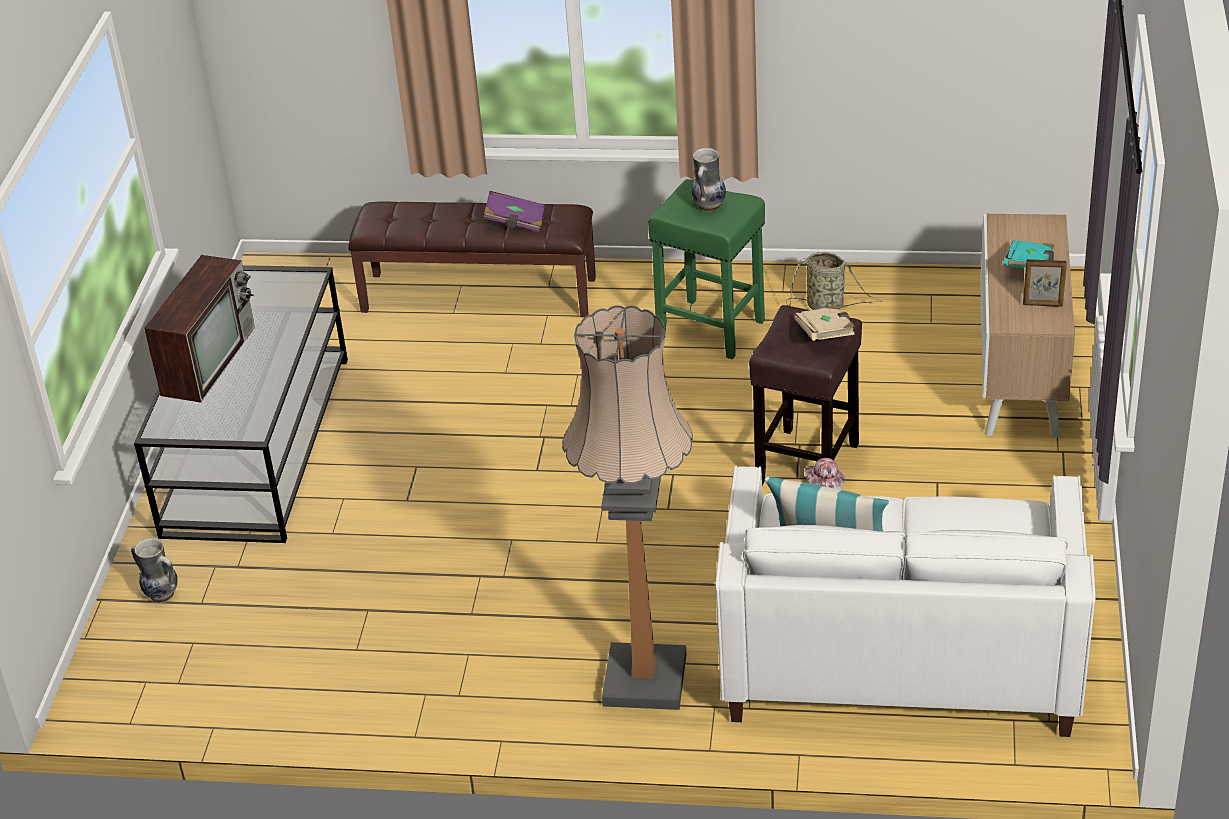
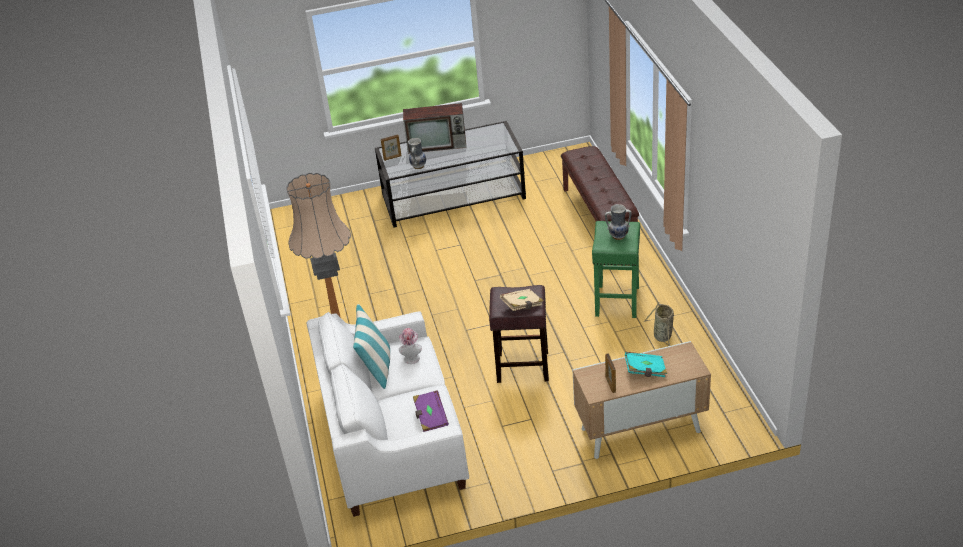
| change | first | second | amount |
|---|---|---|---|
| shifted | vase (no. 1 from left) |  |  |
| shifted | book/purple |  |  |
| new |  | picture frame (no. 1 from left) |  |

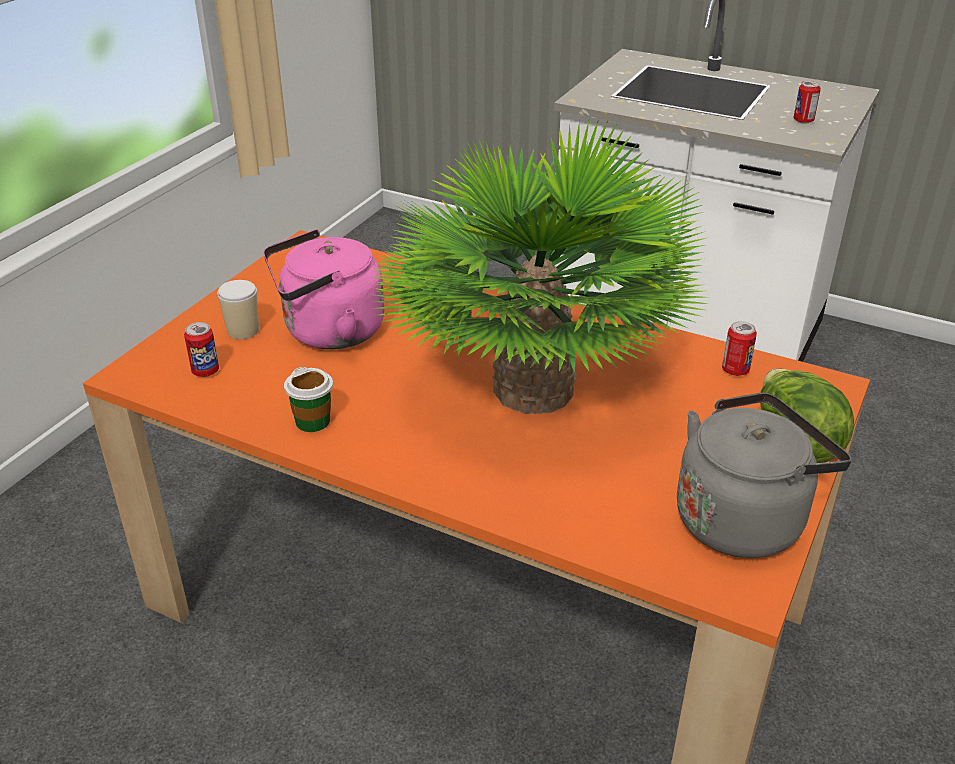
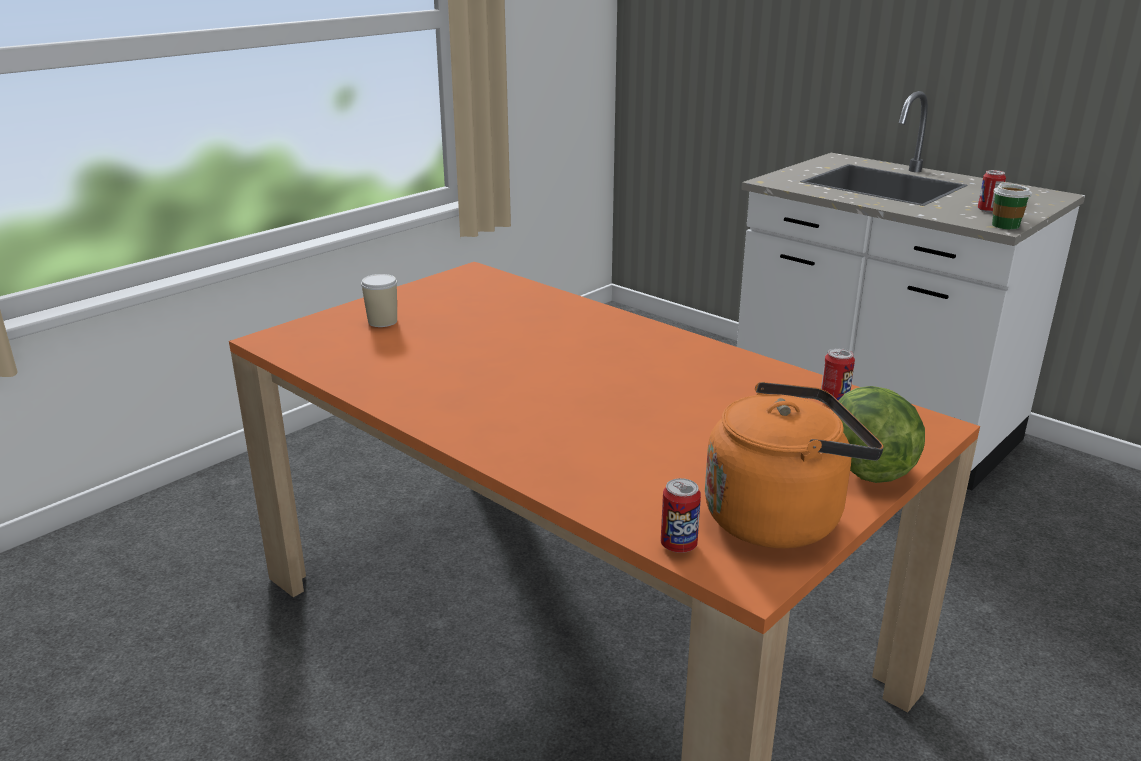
| change | first | second | amount |
|---|---|---|---|
| shifted | can (no. 1 from left) |  |  |
| gone | kettle/pink |  |  |
| shifted | cup (no. 2 from left) |  |  |
| gone | potted plant |  |  |
| repainted | kettle/grey | kettle/orange |  |

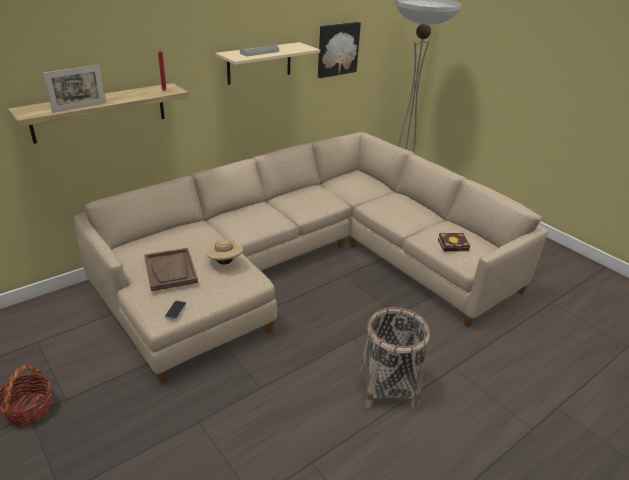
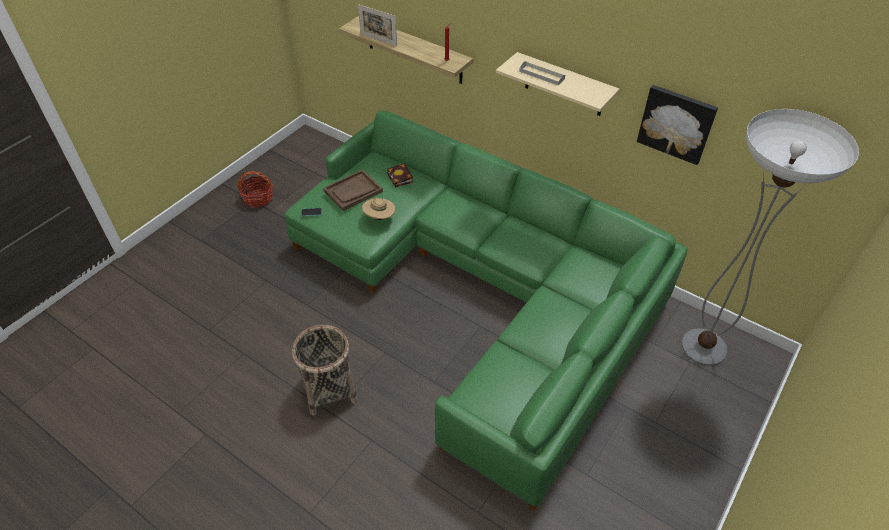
| change | first | second | amount |
|---|---|---|---|
| repainted | sofa/beige | sofa/green |  |
| shifted | book |  |  |

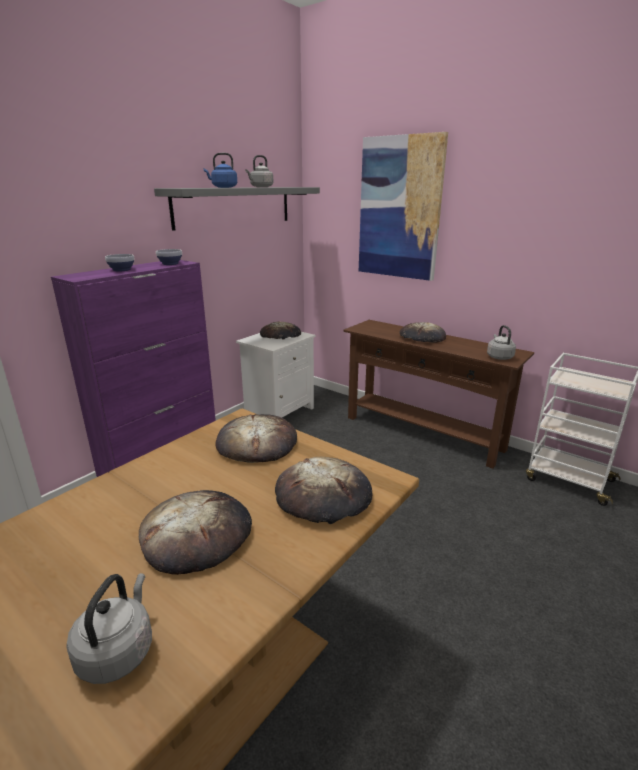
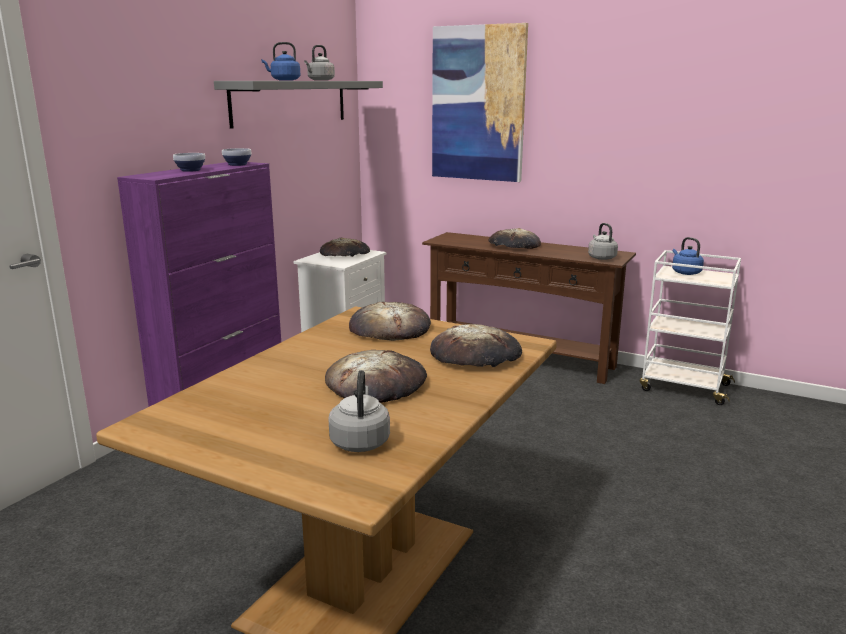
| change | first | second | amount |
|---|---|---|---|
| new |  | kettle/blue (no. 2 from left) |  |

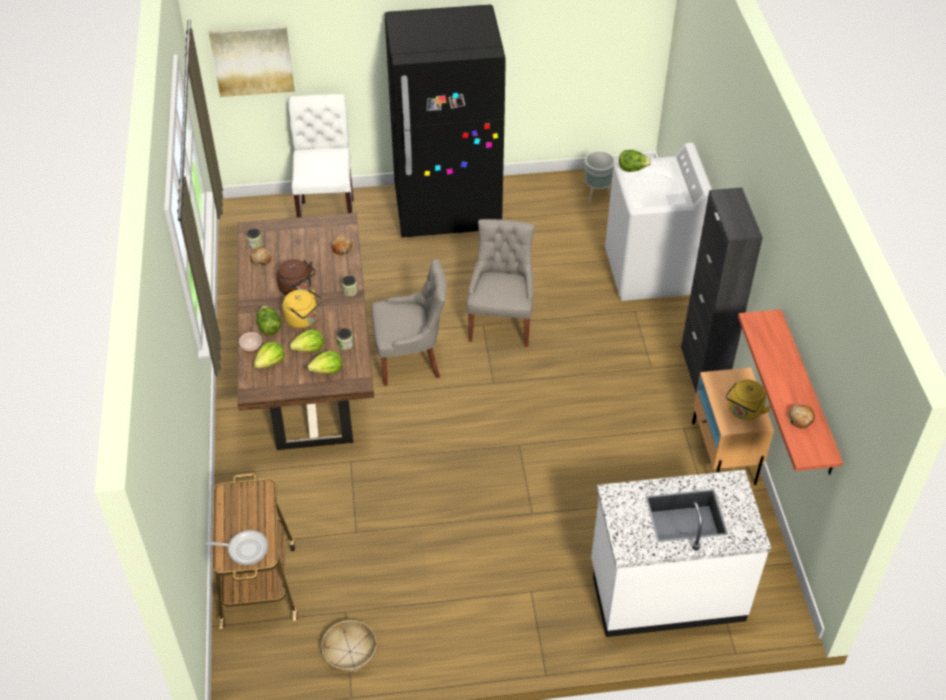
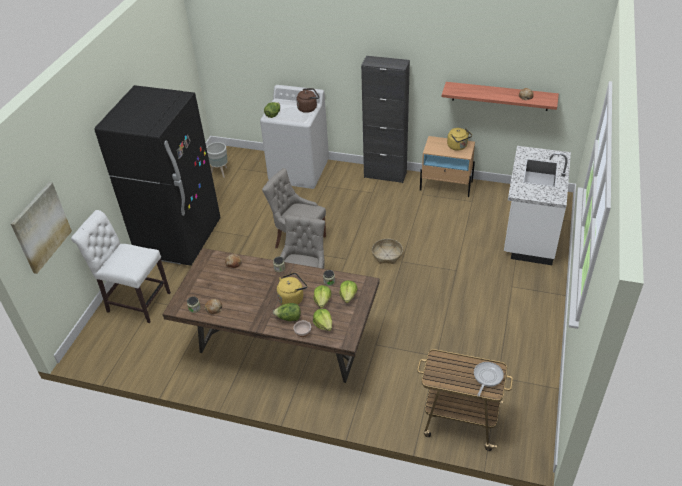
| change | first | second | amount |
|---|---|---|---|
| shifted | kettle/brown |  |  |
| shifted | basket |  |  |

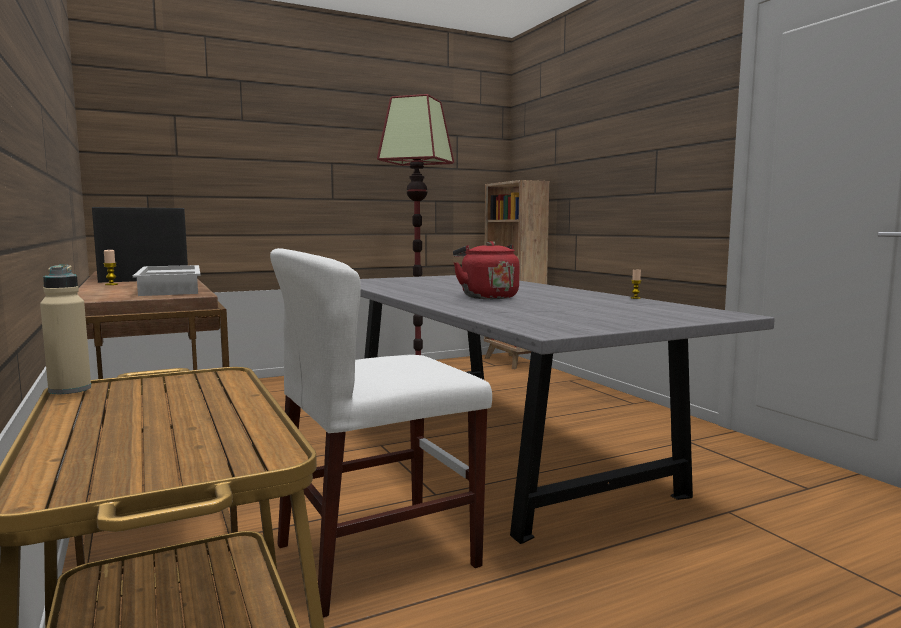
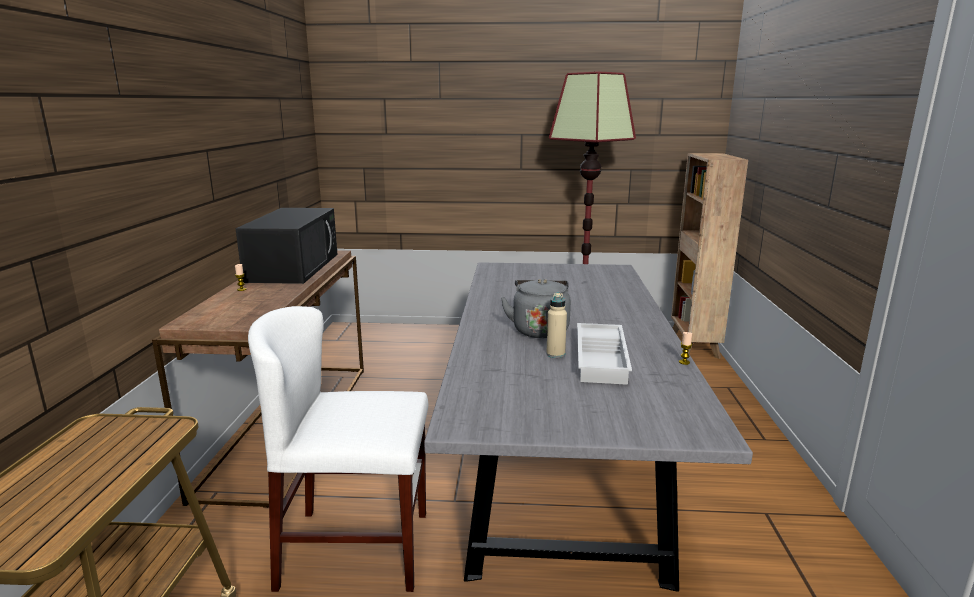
| change | first | second | amount |
|---|---|---|---|
| shifted | bottle/beige |  |  |
| shifted | tray/white |  |  |
| repainted | kettle/red | kettle/grey |  |

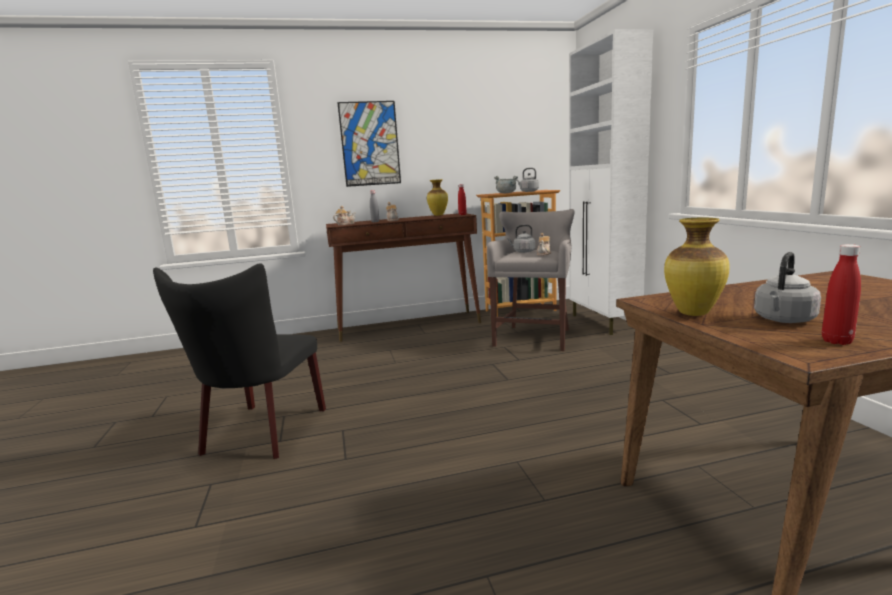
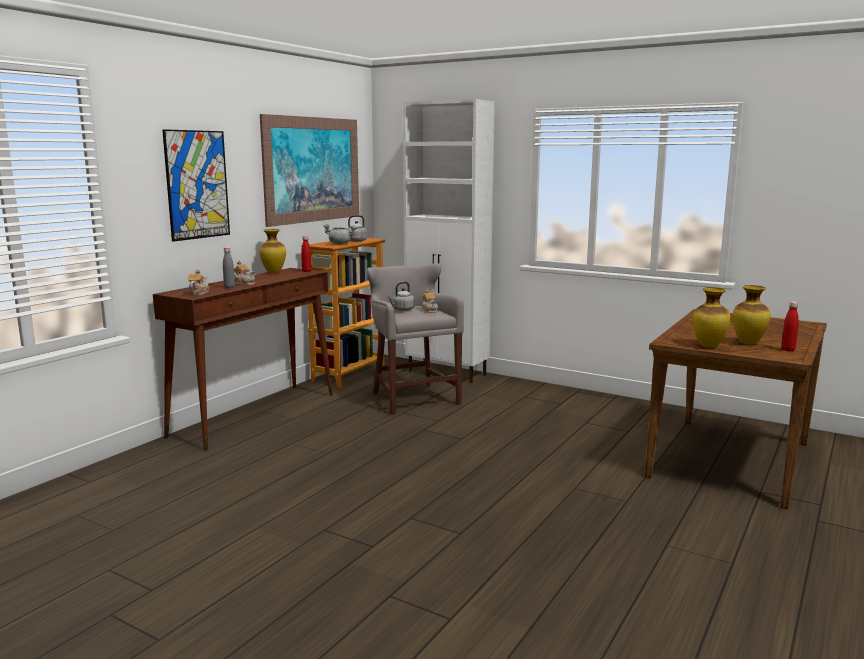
| change | first | second | amount |
|---|---|---|---|
| gone | chair/black |  |  |
| swapped | kettle/grey (no. 3 from left) | vase (no. 3 from left) |  |
| new |  | picture (no. 2 from left) |  |

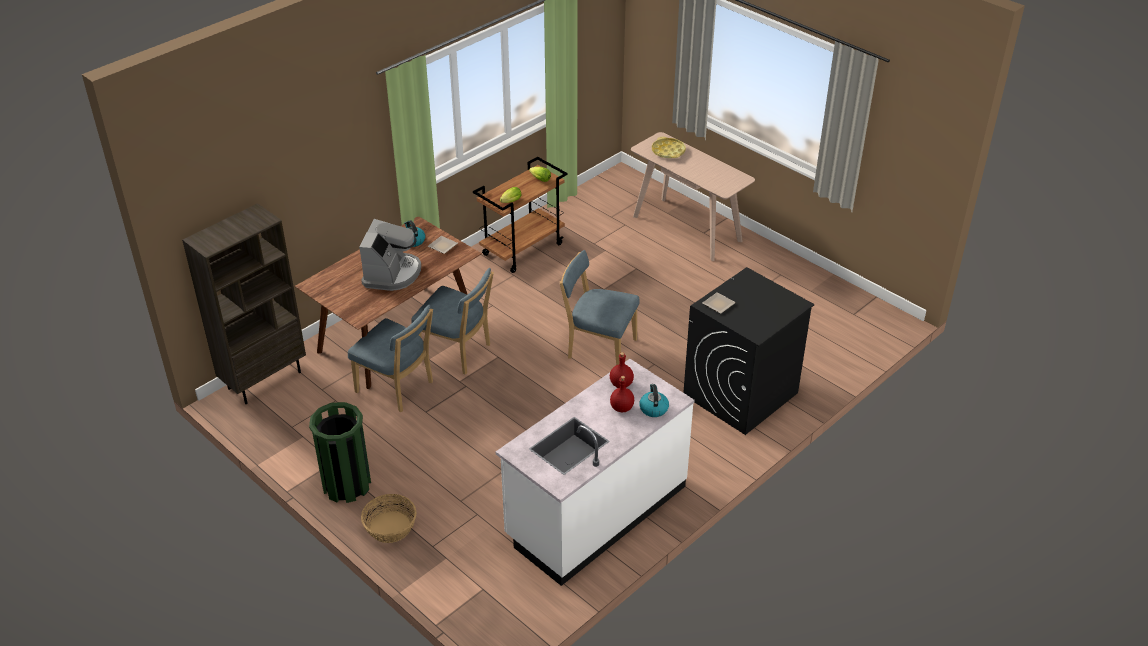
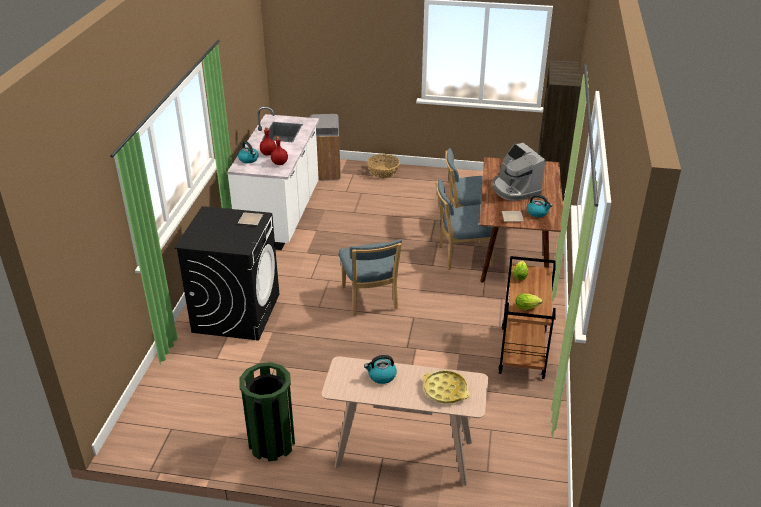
| change | first | second | amount |
|---|---|---|---|
| shifted | trash can/green |  |  |
| rotated | chair/blue (no. 3 from left in the first image) | chair/blue (no. 1 from left) | 90 degrees clockwise |
| new |  | trash can/grey |  |
| new |  | kettle (no. 2 from left) |  |

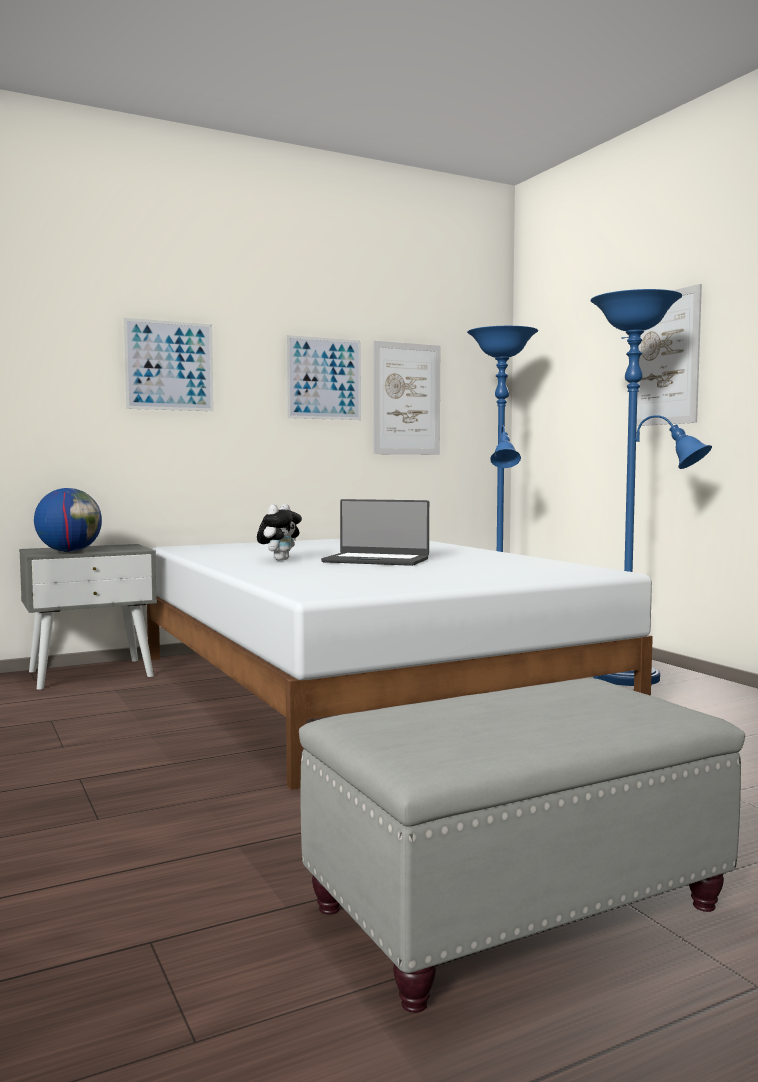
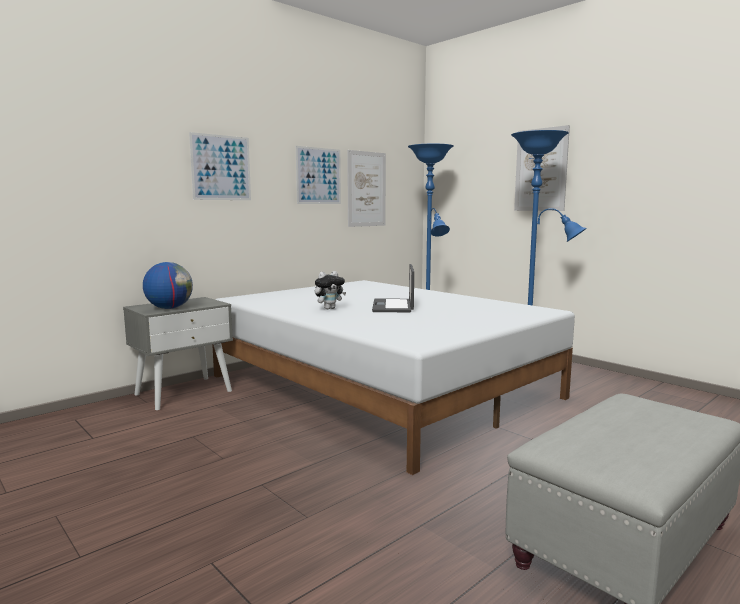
| change | first | second | amount |
|---|---|---|---|
| rotated | plush toy |  | 45 degrees clockwise |
| rotated | laptop |  | 90 degrees clockwise |

